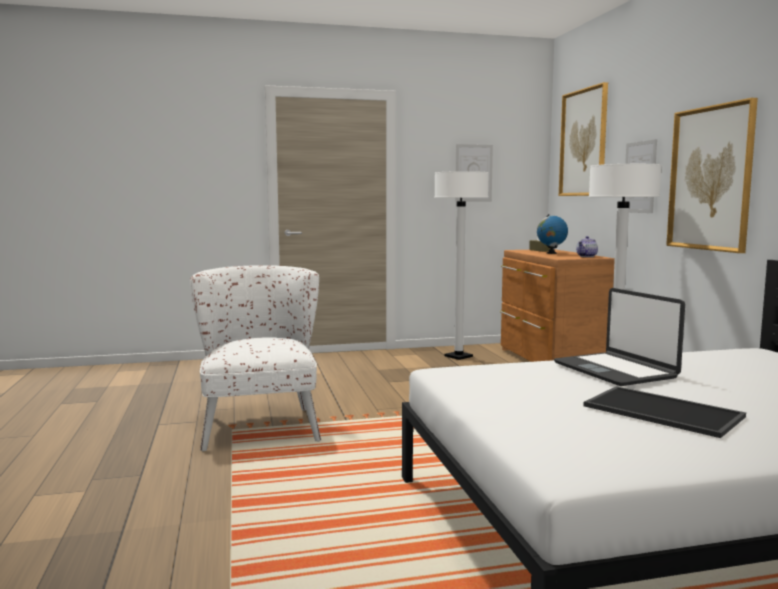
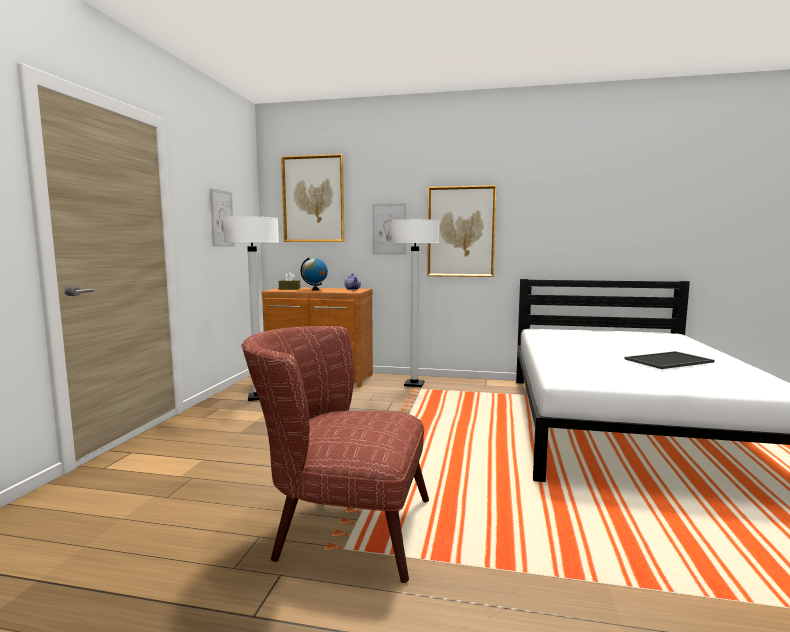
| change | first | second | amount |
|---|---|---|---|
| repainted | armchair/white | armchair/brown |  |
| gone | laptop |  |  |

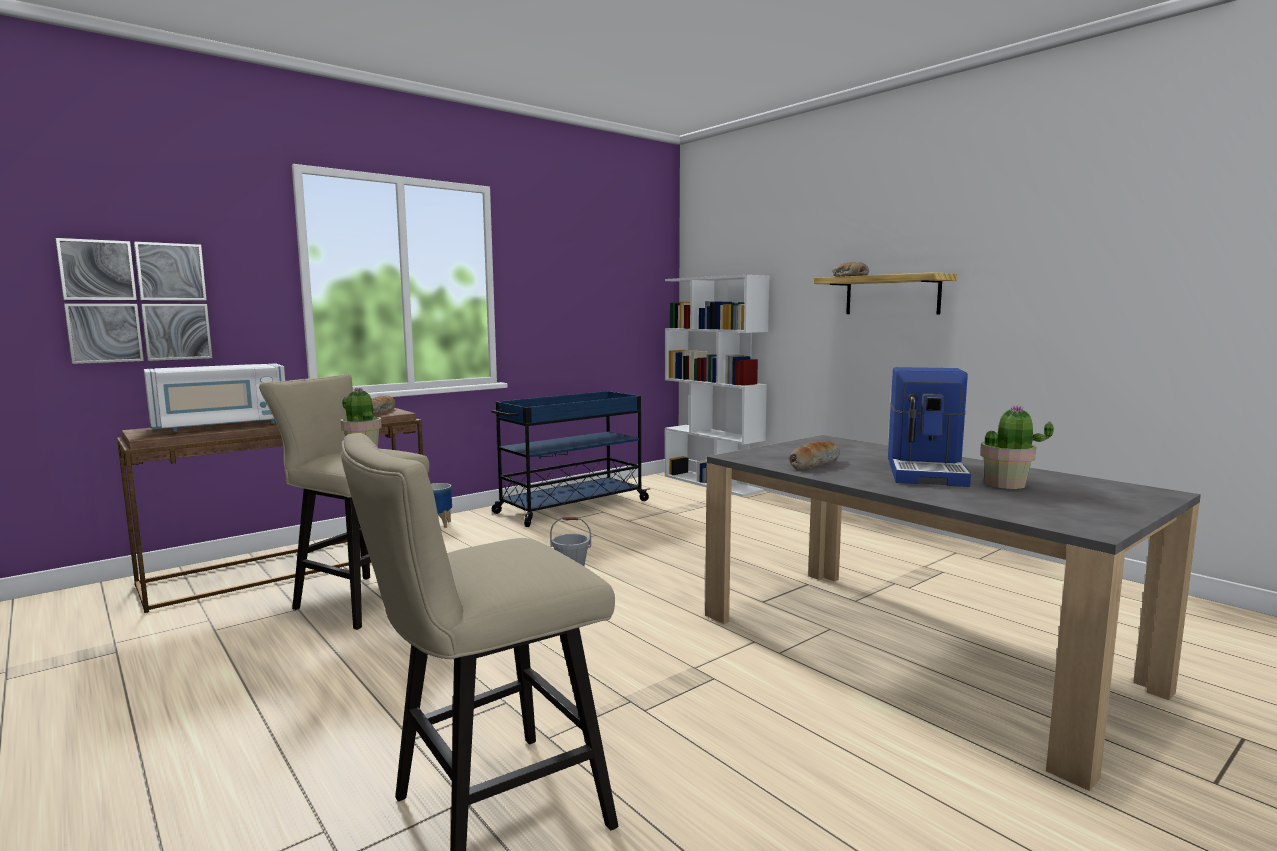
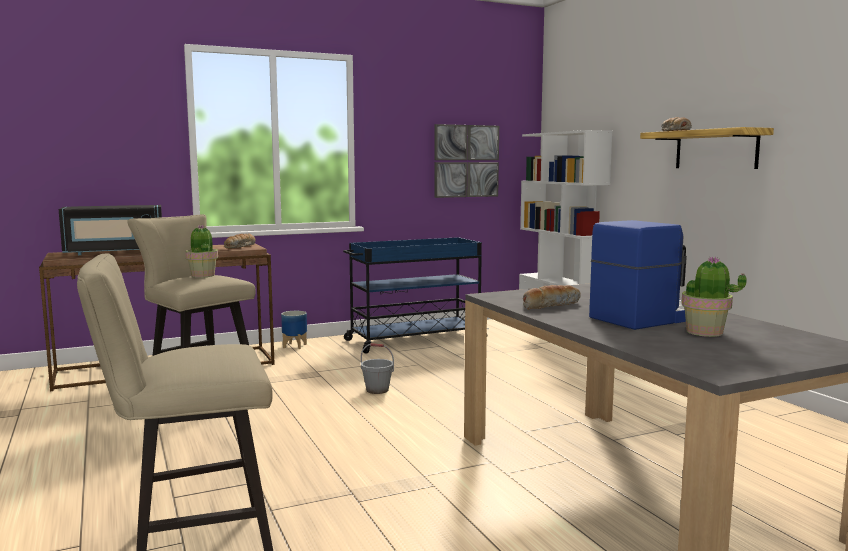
| change | first | second | amount |
|---|---|---|---|
| shifted | picture |  |  |
| repainted | microwave/white | microwave/black |  |
| rotated | coffee machine |  | 150 degrees counterclockwise |

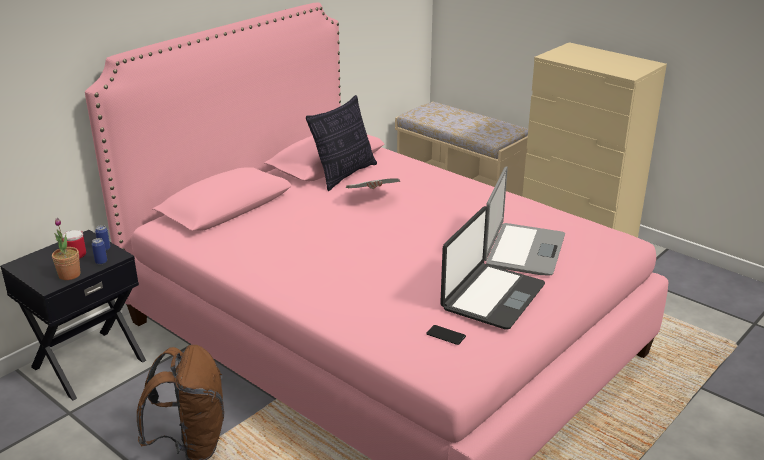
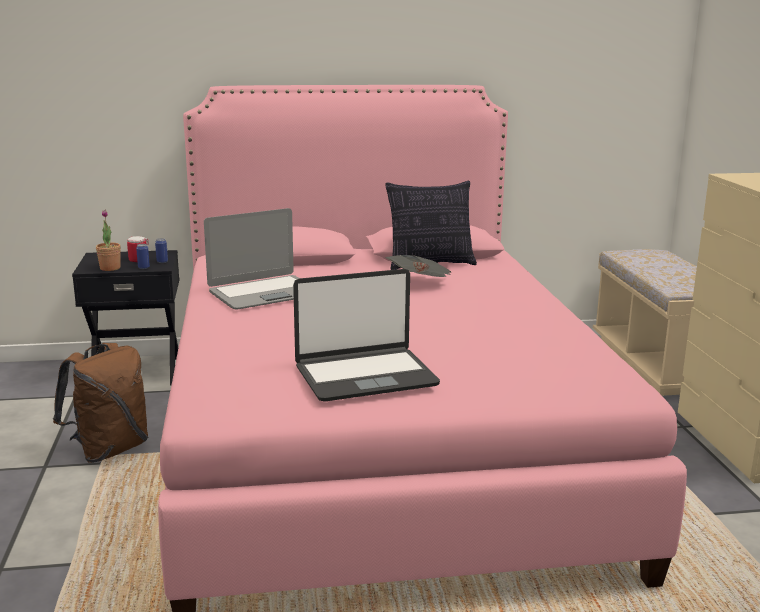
| change | first | second | amount |
|---|---|---|---|
| gone | phone |  |  |
| shifted | laptop (no. 2 from left in the first image) | laptop (no. 1 from left) |  |

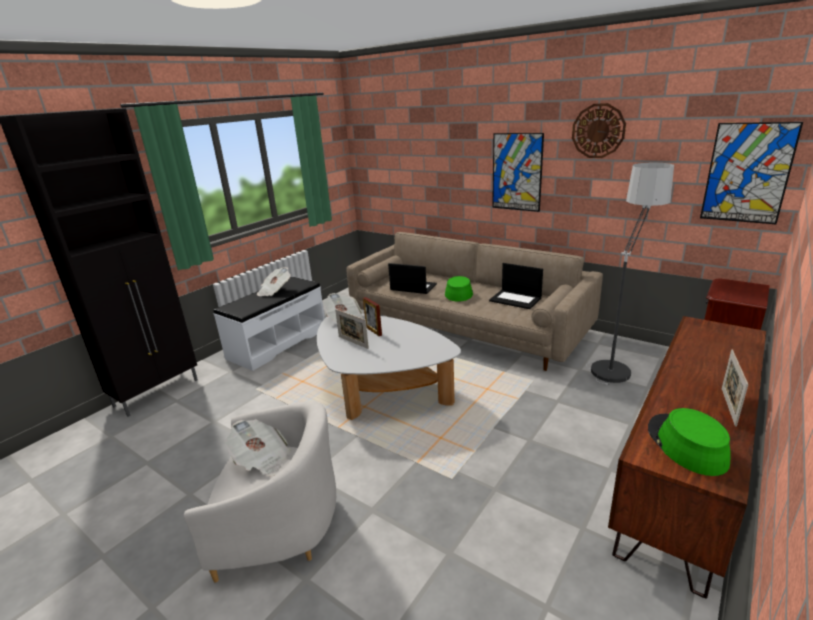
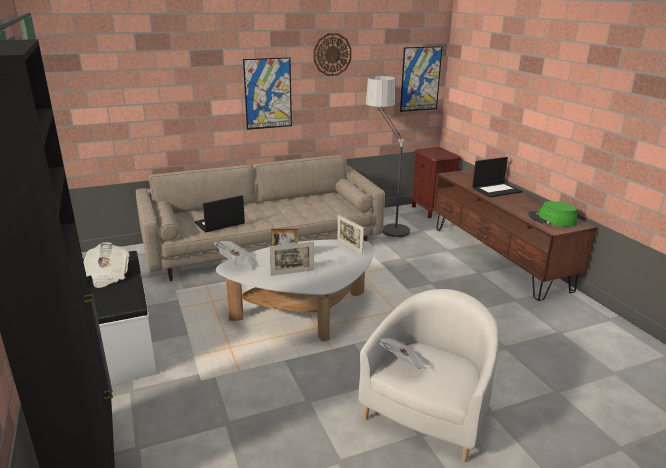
| change | first | second | amount |
|---|---|---|---|
| gone | hat/green (no. 1 from left) |  |  |
| shifted | laptop (no. 2 from left) |  |  |
| shifted | picture frame (no. 3 from left) |  |  |

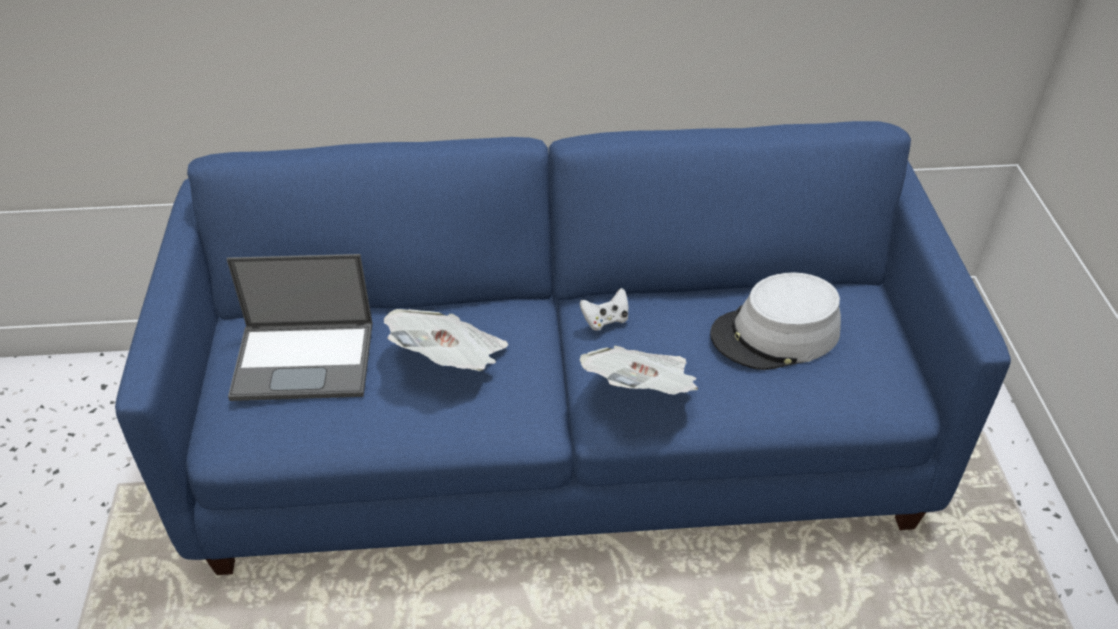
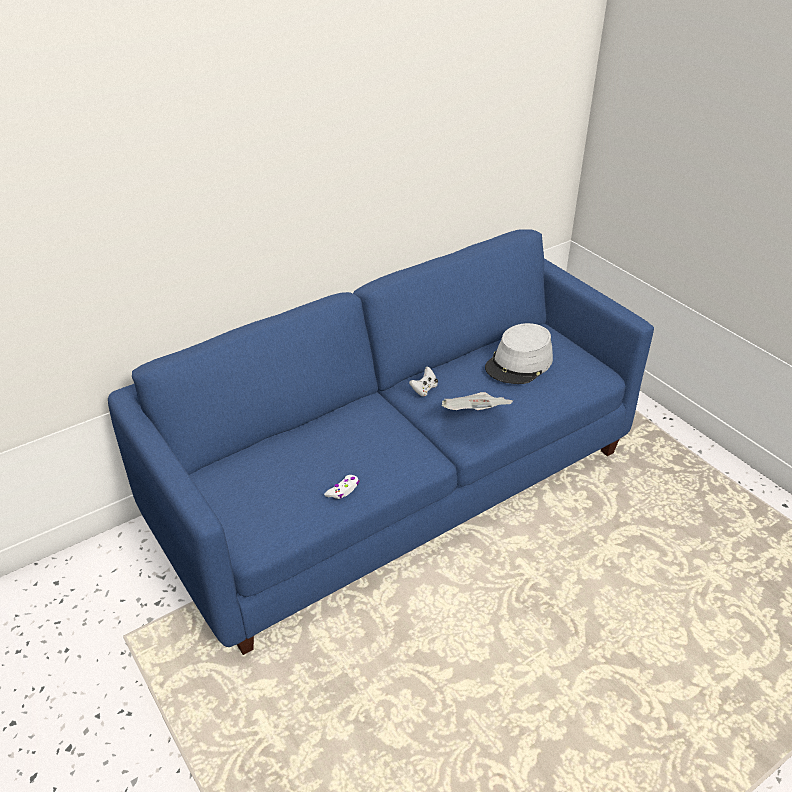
| change | first | second | amount |
|---|---|---|---|
| gone | laptop |  |  |
| gone | newspaper (no. 1 from left) |  |  |
| new |  | game controller/white (no. 1 from left) |  |

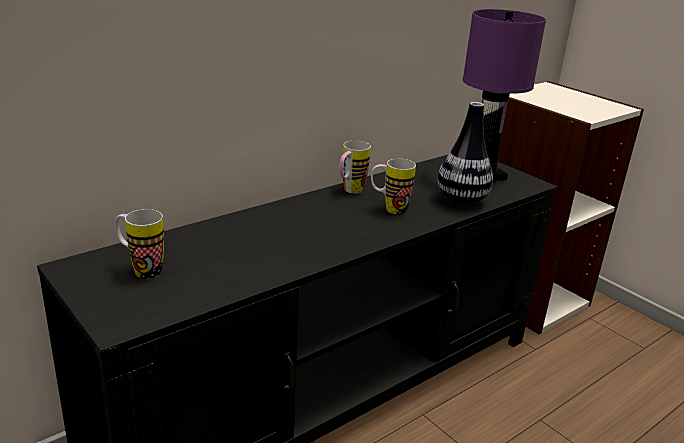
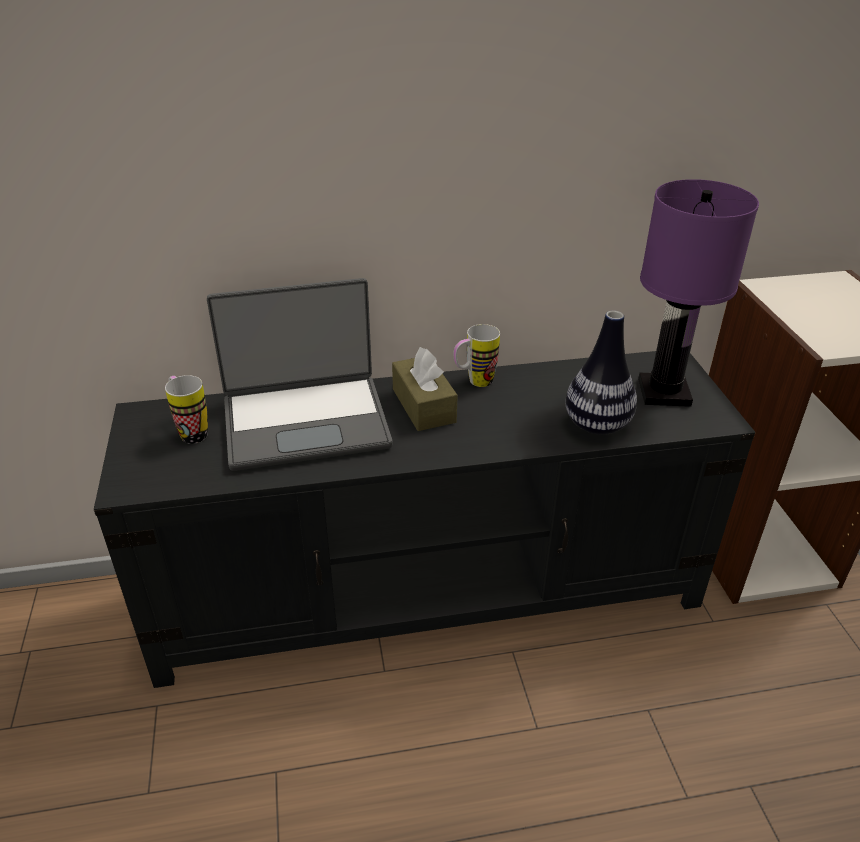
| change | first | second | amount |
|---|---|---|---|
| gone | mug (no. 3 from left) |  |  |
| new |  | laptop |  |
| new |  | tissue box/brown |  |

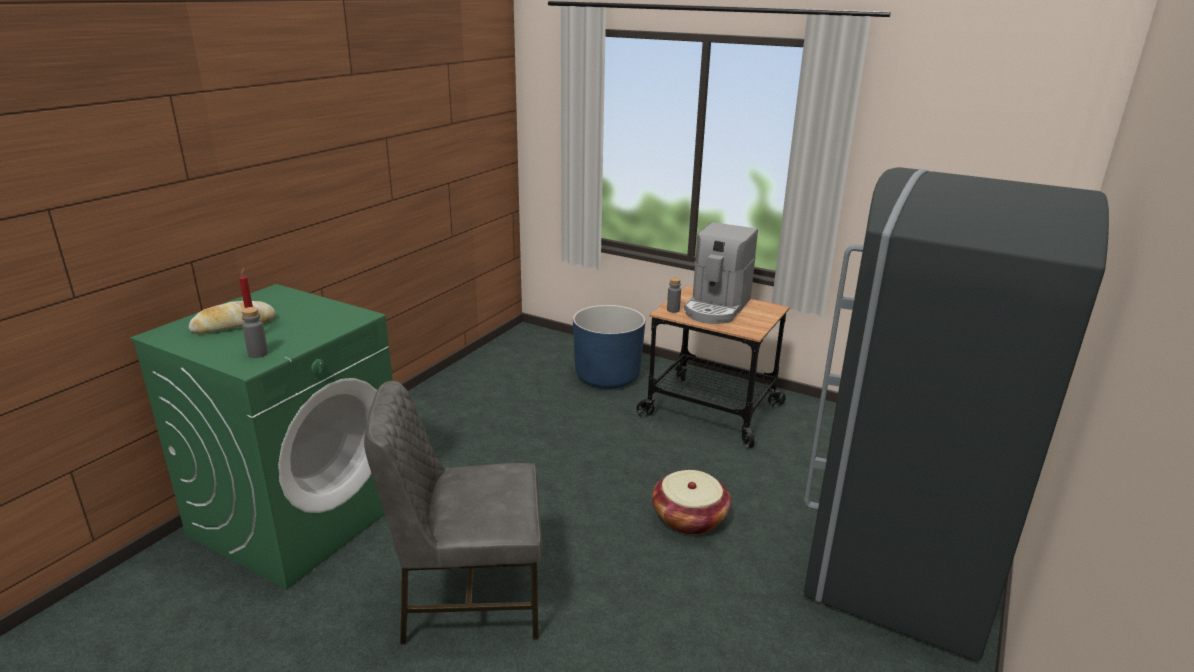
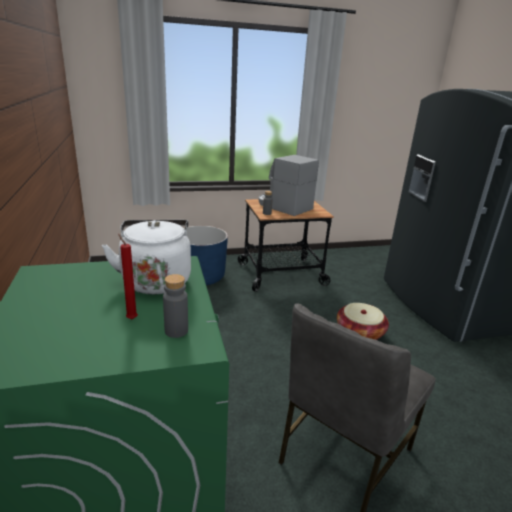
| change | first | second | amount |
|---|---|---|---|
| gone | bread |  |  |
| rotated | coffee machine |  | 150 degrees clockwise |
| new |  | kettle/white |  |

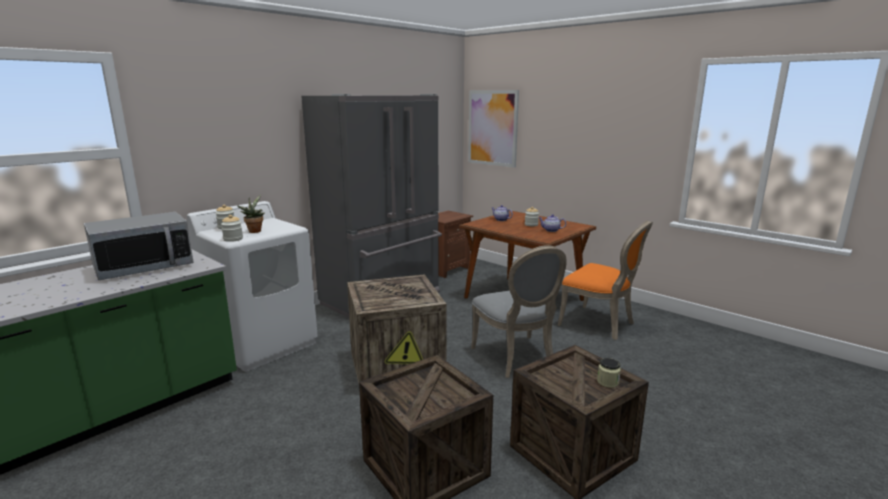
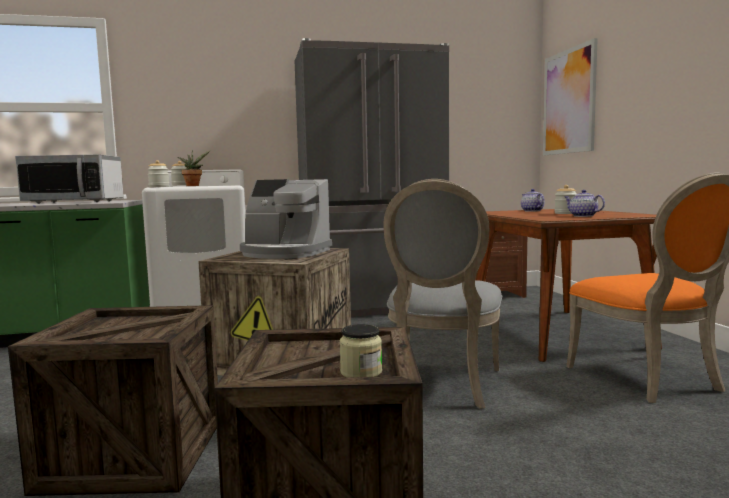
| change | first | second | amount |
|---|---|---|---|
| new |  | coffee machine |  |

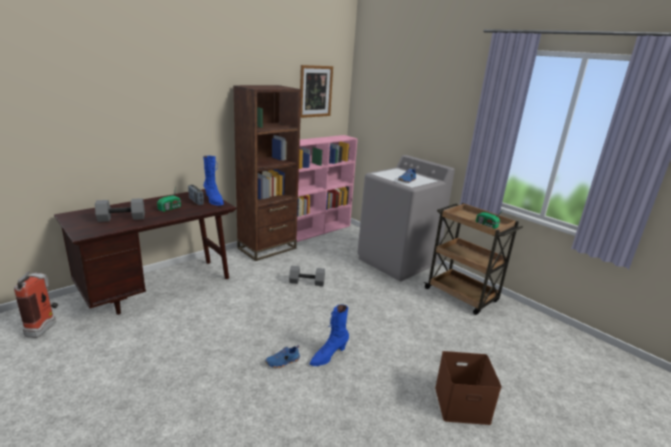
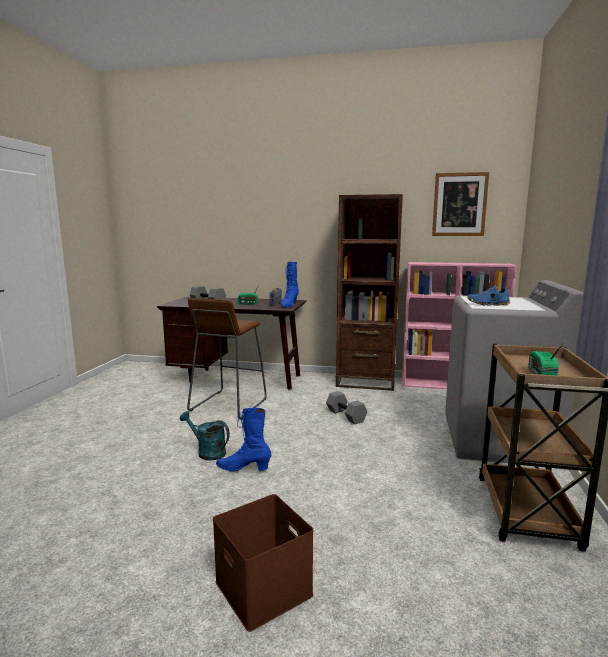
| change | first | second | amount |
|---|---|---|---|
| gone | fire extinguisher |  |  |
| swapped | shoe/blue (no. 1 from left) | watering can/turquoise |  |
| new |  | stool/brown |  |

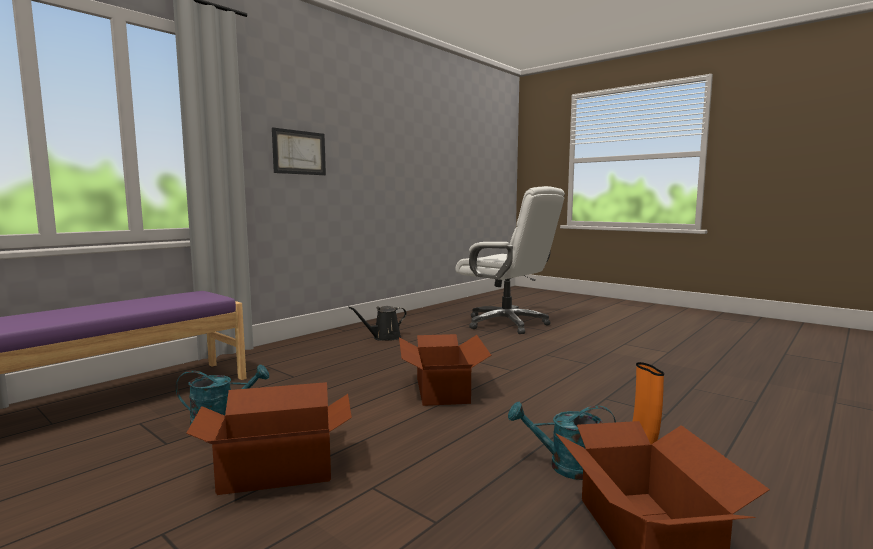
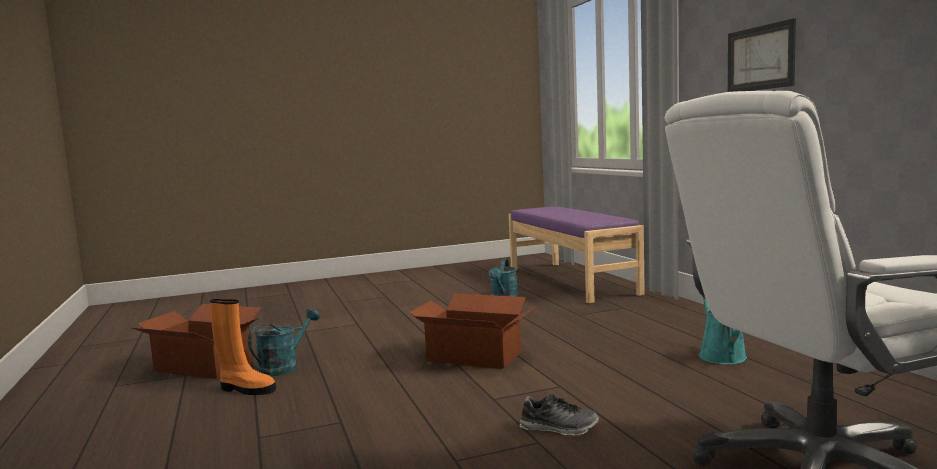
| change | first | second | amount |
|---|---|---|---|
| gone | cardboard box (no. 1 from left) |  |  |
| repainted | watering can/black | watering can/turquoise (no. 3 from left) |  |
| new |  | shoe |  |

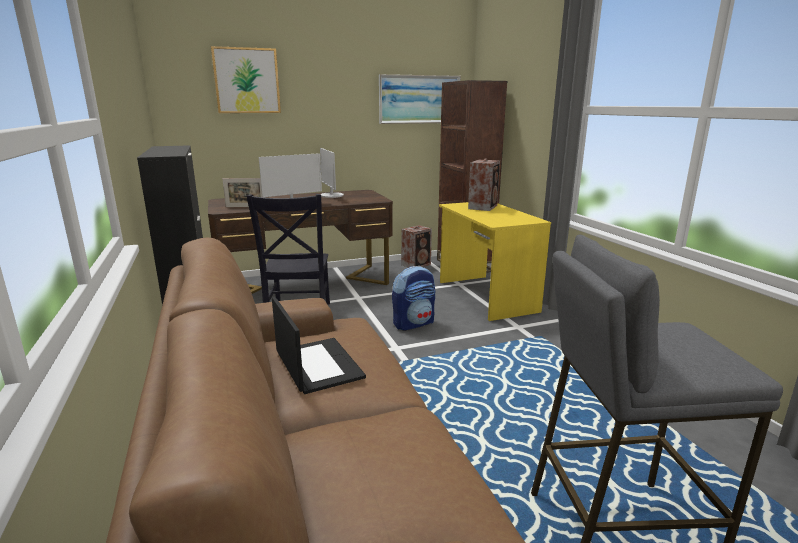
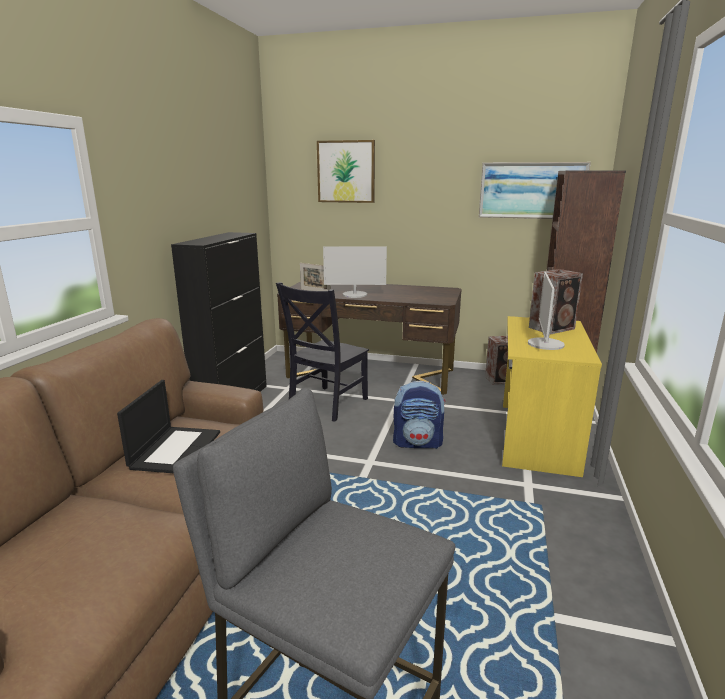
| change | first | second | amount |
|---|---|---|---|
| shifted | monitor (no. 2 from left) |  |  |

